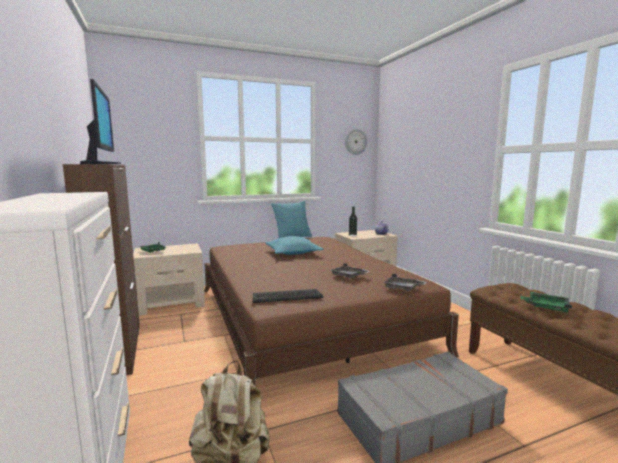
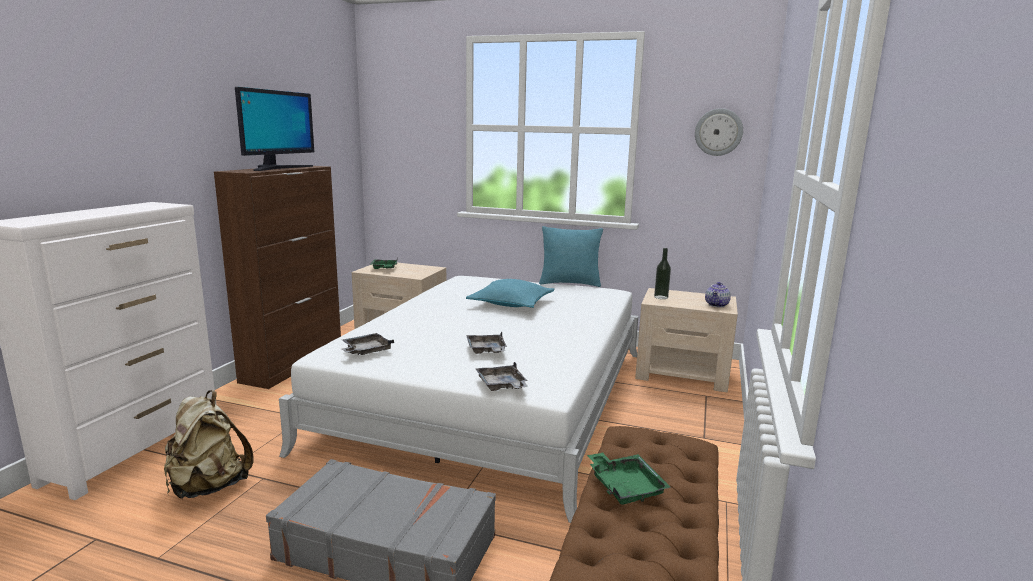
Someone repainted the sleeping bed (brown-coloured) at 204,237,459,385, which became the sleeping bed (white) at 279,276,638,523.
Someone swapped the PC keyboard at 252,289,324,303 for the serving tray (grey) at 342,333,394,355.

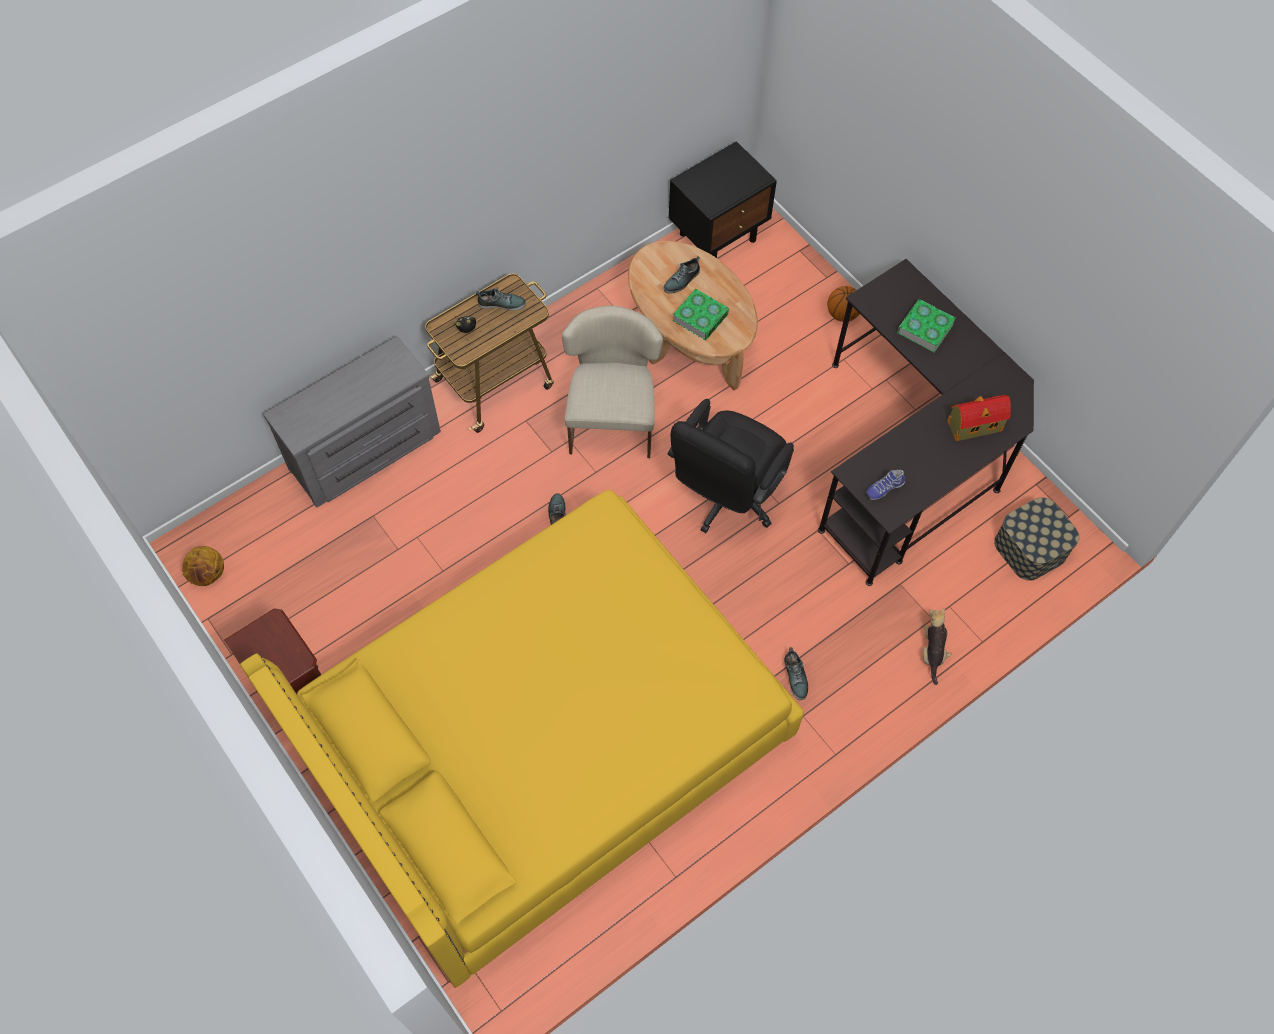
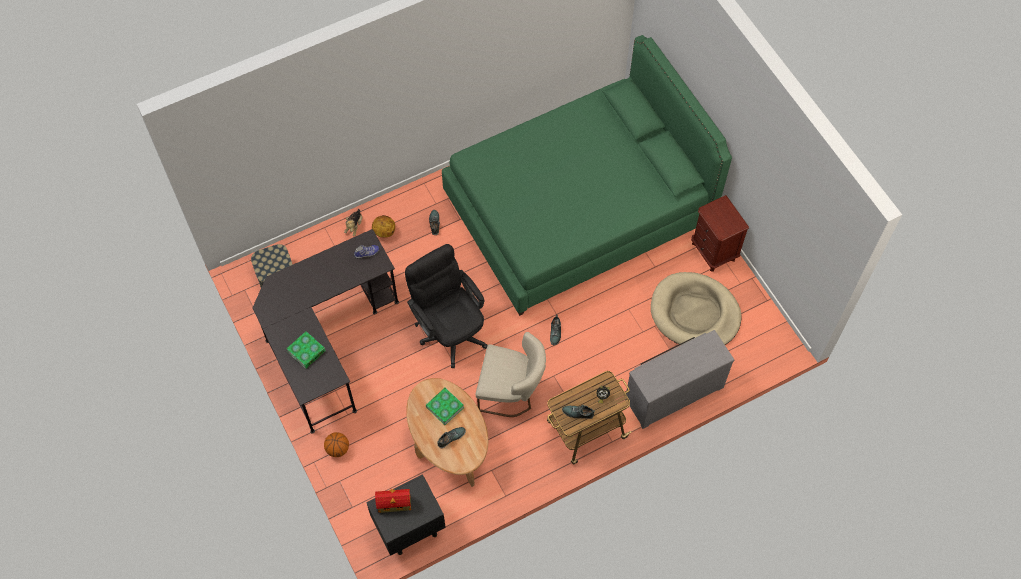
Someone carried the basketball ball from 182,546,224,586 to 372,215,395,238.
Someone carried the toy house from 947,395,1011,441 to 375,489,411,513.
Someone rotated the office chair (black) at 668,399,794,533 by 75 degrees counterclockwise.
Someone repainted the sleeping bed (yellow) at 240,490,804,988, which became the sleeping bed (green) at 442,35,732,316.
Someone rotated the upright chair (beige-coloured) at 562,305,663,458 by 90 degrees counterclockwise.
Someone put down the dog bed (beige-coloured) at 651,272,741,345.

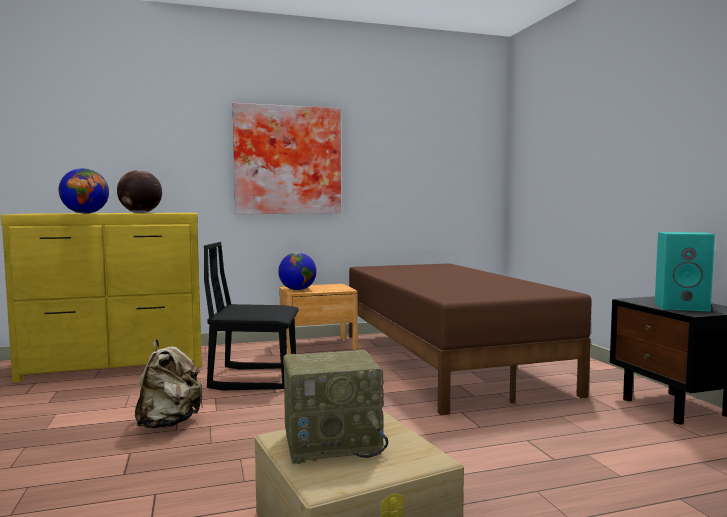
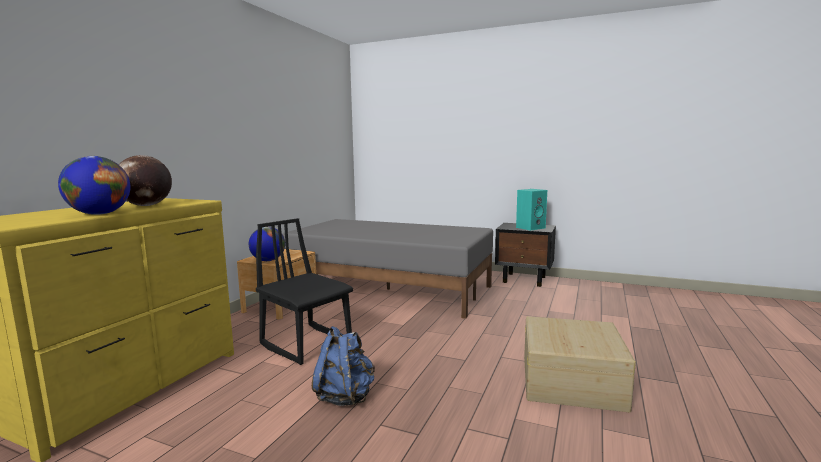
Someone rotated the upright chair (black) at 204,242,299,390 by 90 degrees clockwise.
Someone repainted the sleeping bed (brown-coloured) at 349,263,592,415, which became the sleeping bed (grey) at 282,219,493,319.
Someone repainted the backpack (beige-coloured) at 135,339,203,428, which became the backpack (blue) at 312,326,375,406.
Someone took away the wall art at 233,103,341,214.
Someone took away the radio receiver at 283,350,388,464.

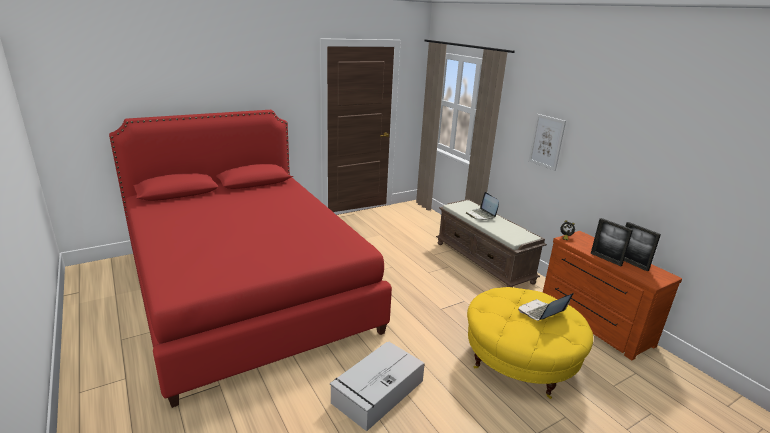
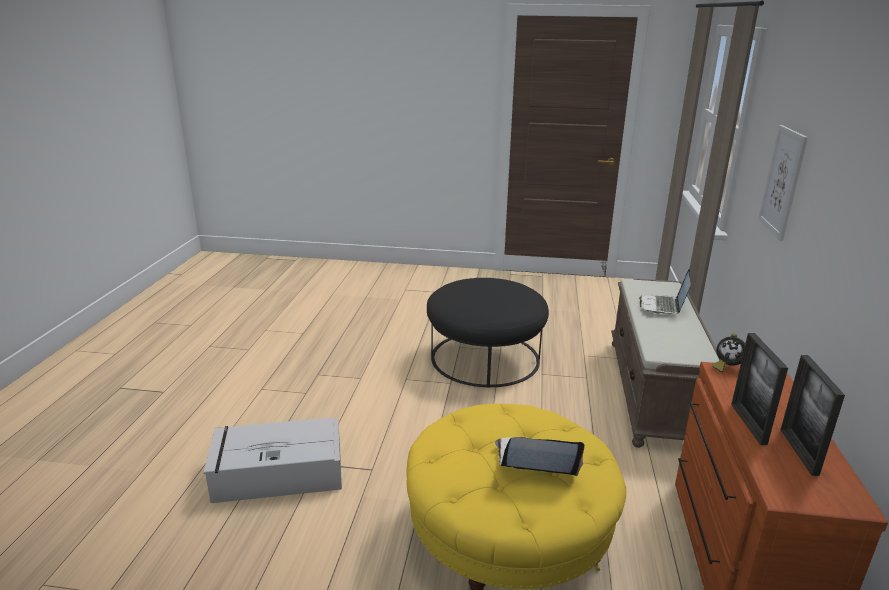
Someone put down the footrest (black) at 427,278,549,387.
Someone took away the sleeping bed (reddish) at 109,110,392,408.

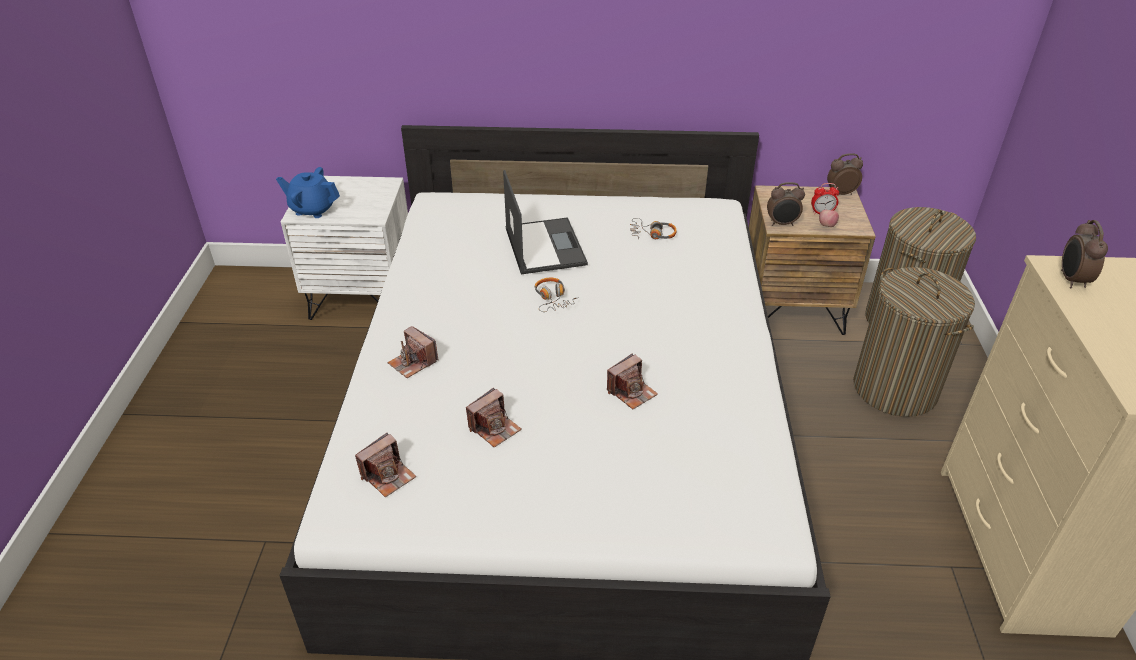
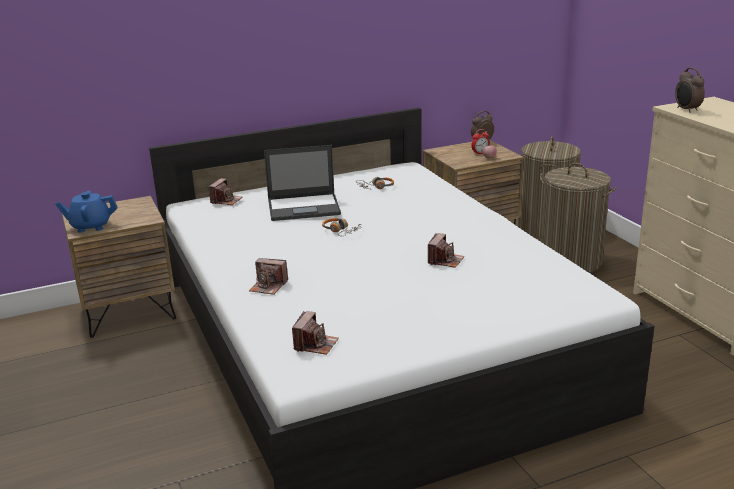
Someone repainted the nightstand (white) at 281,176,408,320, which became the nightstand (brown-coloured) at 62,196,176,338.
Someone carried the still camera from 466,388,521,448 to 208,178,243,205.
Someone rotated the laptop at 503,170,588,274 by 120 degrees clockwise.
Someone took away the table clock at 767,182,805,226.

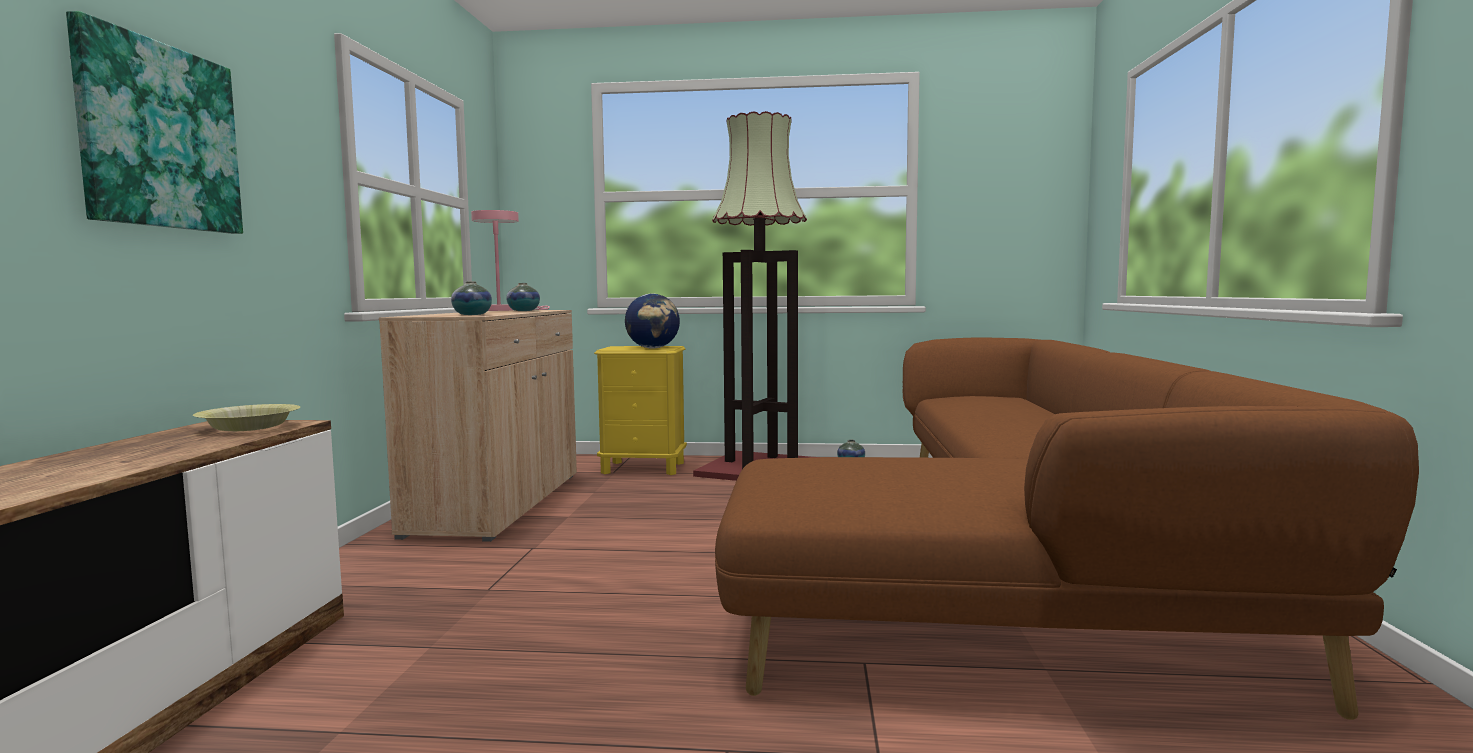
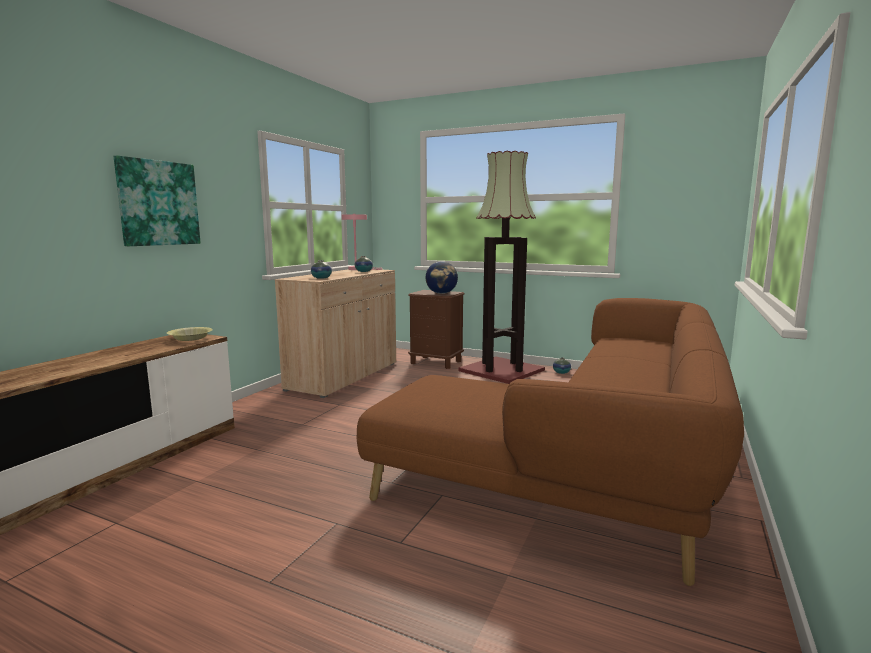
Someone repainted the nightstand (yellow) at 594,346,687,475, which became the nightstand (brown-coloured) at 408,290,465,369.

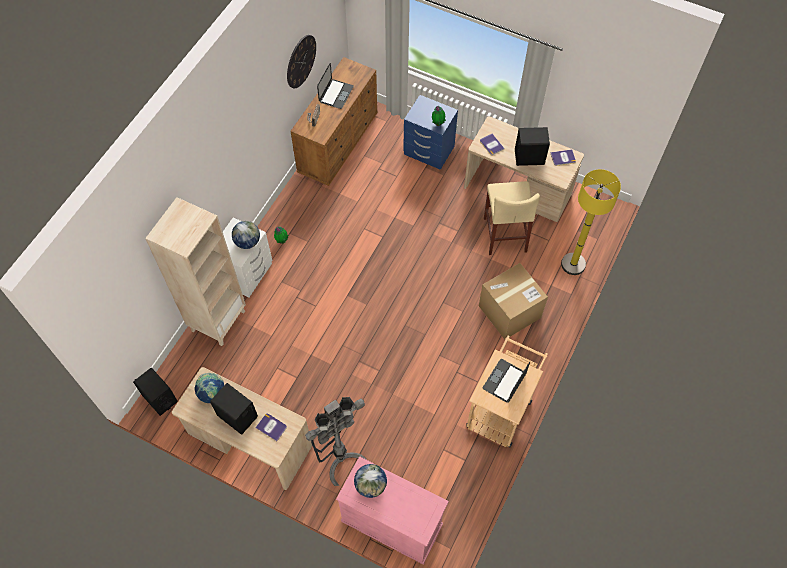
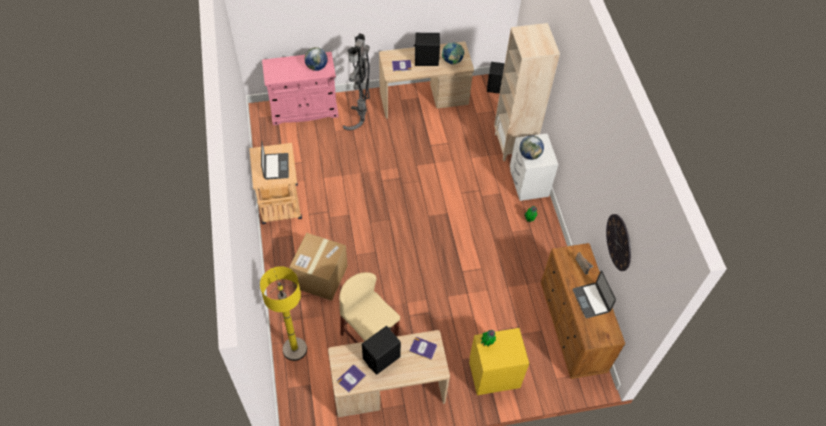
Someone repainted the nightstand (blue) at 403,95,458,170, which became the nightstand (yellow) at 469,328,529,395.

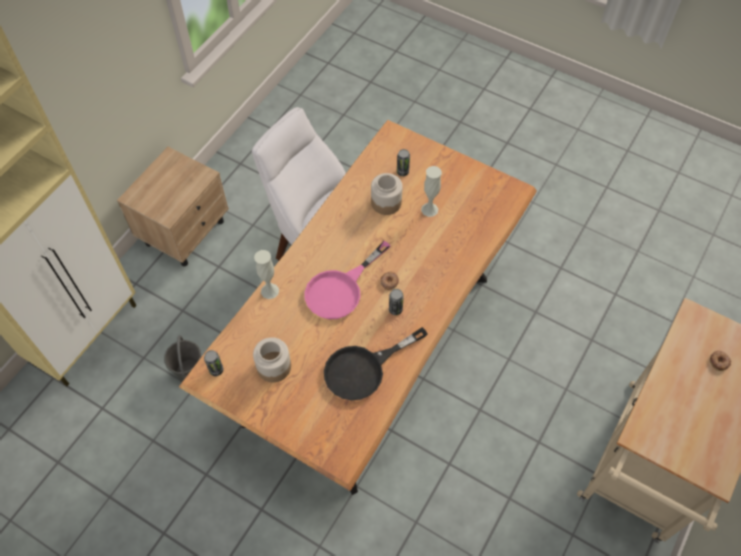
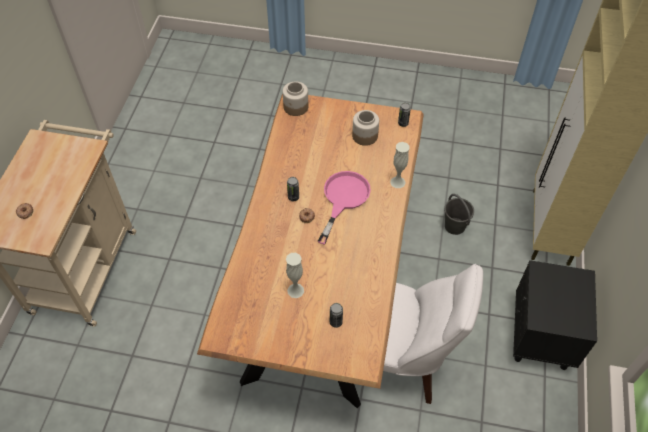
Someone carried the storage jar from 371,173,403,215 to 283,81,308,116.
Someone repainted the nightstand (beige-coloured) at 117,147,229,267, which became the nightstand (black) at 513,260,597,370.
Someone took away the pan (black) at 324,327,428,400.

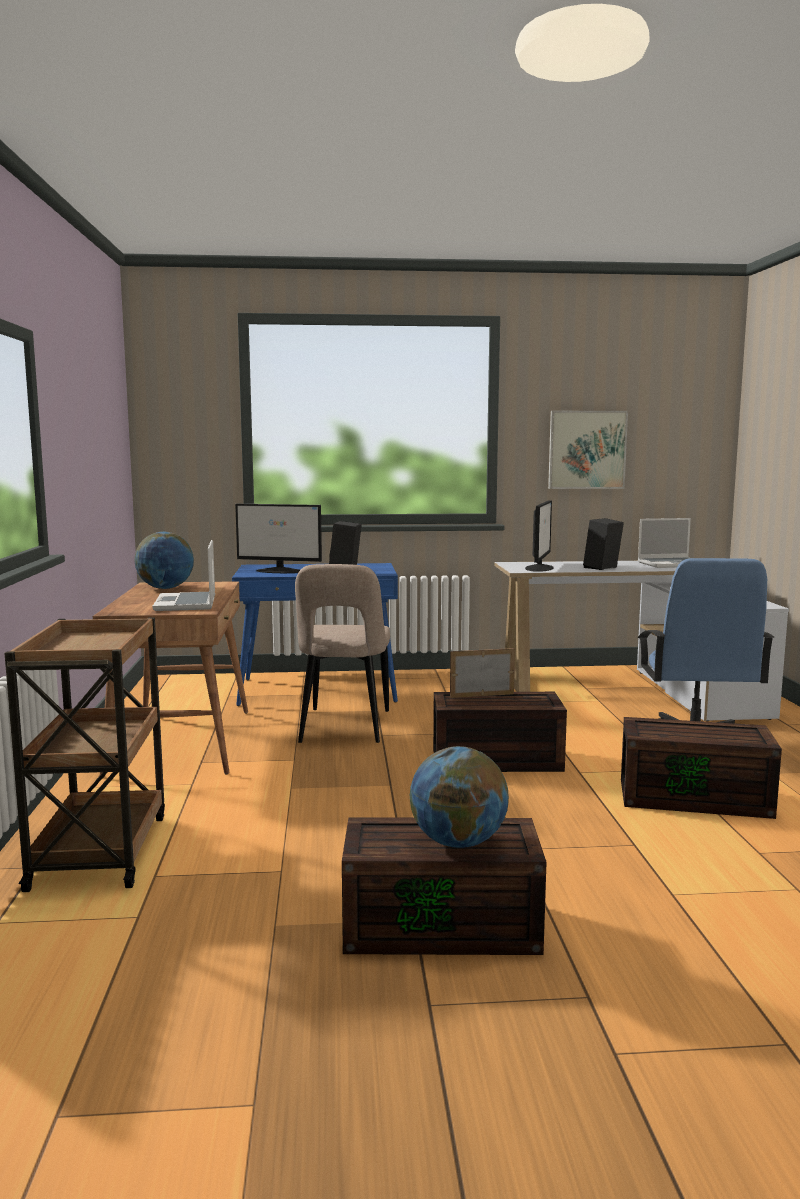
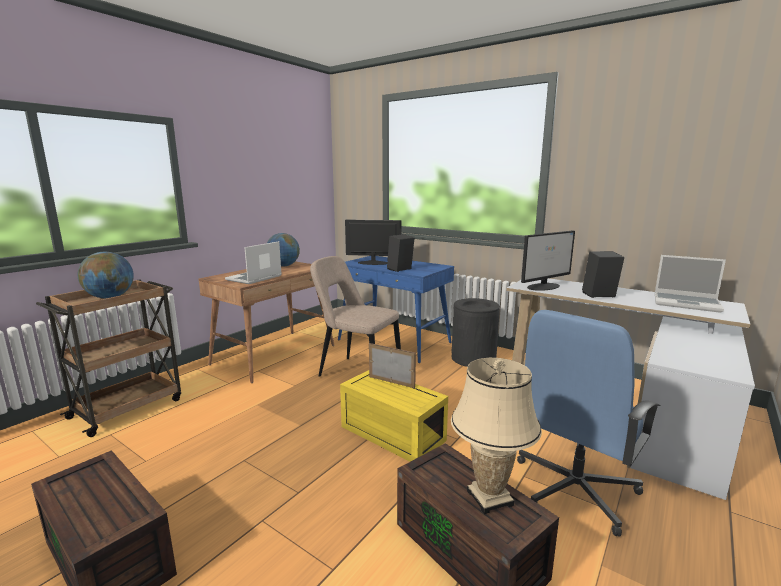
Someone carried the globe from 410,746,509,848 to 77,252,134,298.
Someone rotated the upright chair (beige-coloured) at 295,564,390,743 by 75 degrees clockwise.
Someone repainted the storage bin (brown-coloured) at 433,692,567,772, which became the storage bin (yellow) at 340,370,448,462.
Someone rotated the computer screen at 235,504,322,573 by 135 degrees clockwise.
Someone put down the lamp for a table (beige-coloured) at 451,358,542,514.
Someone put down the trash can (black) at 452,298,500,367.
Someone took away the wall art at 548,411,628,489.

